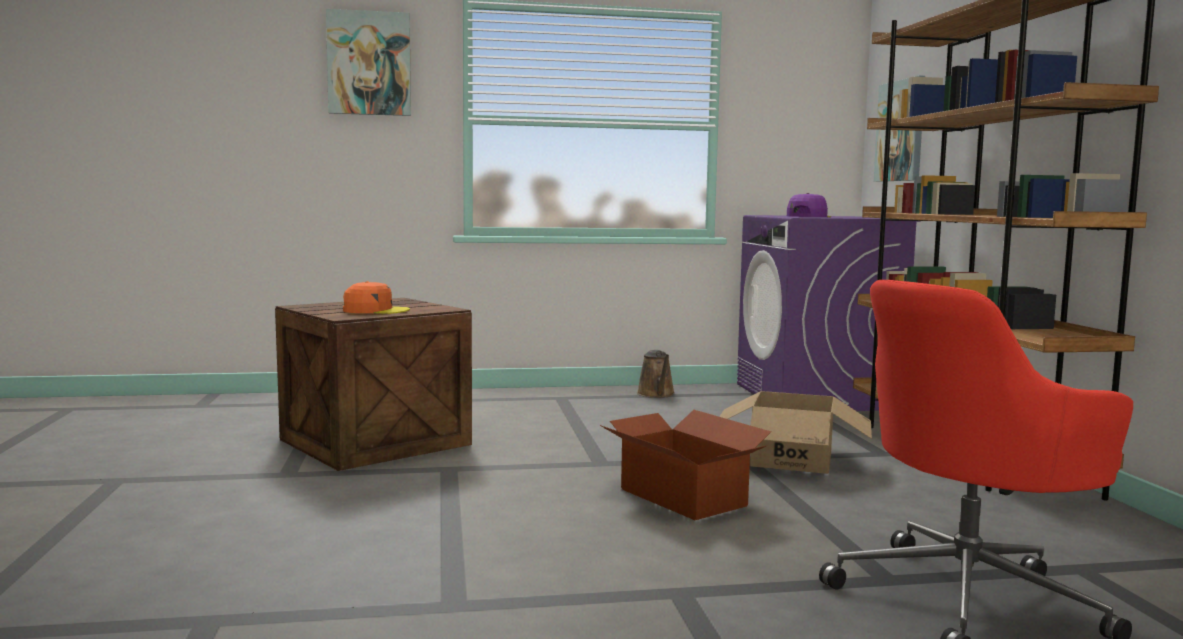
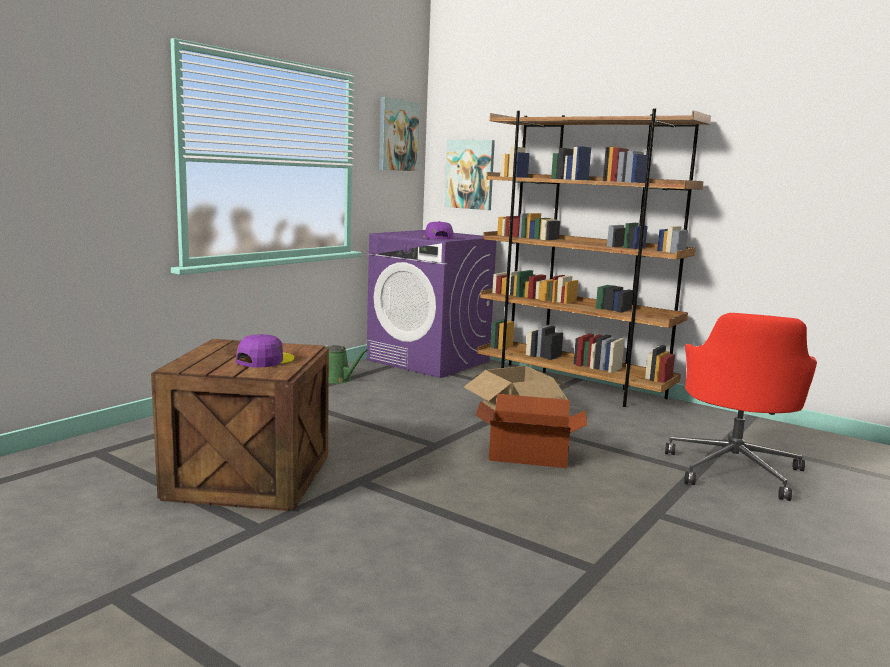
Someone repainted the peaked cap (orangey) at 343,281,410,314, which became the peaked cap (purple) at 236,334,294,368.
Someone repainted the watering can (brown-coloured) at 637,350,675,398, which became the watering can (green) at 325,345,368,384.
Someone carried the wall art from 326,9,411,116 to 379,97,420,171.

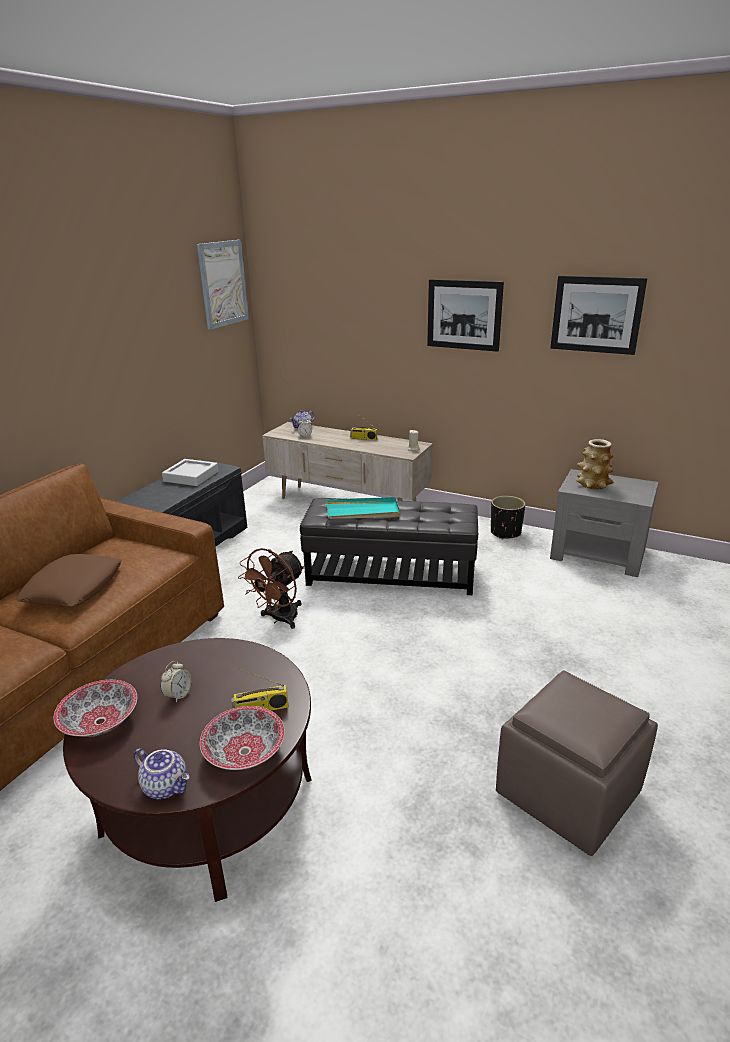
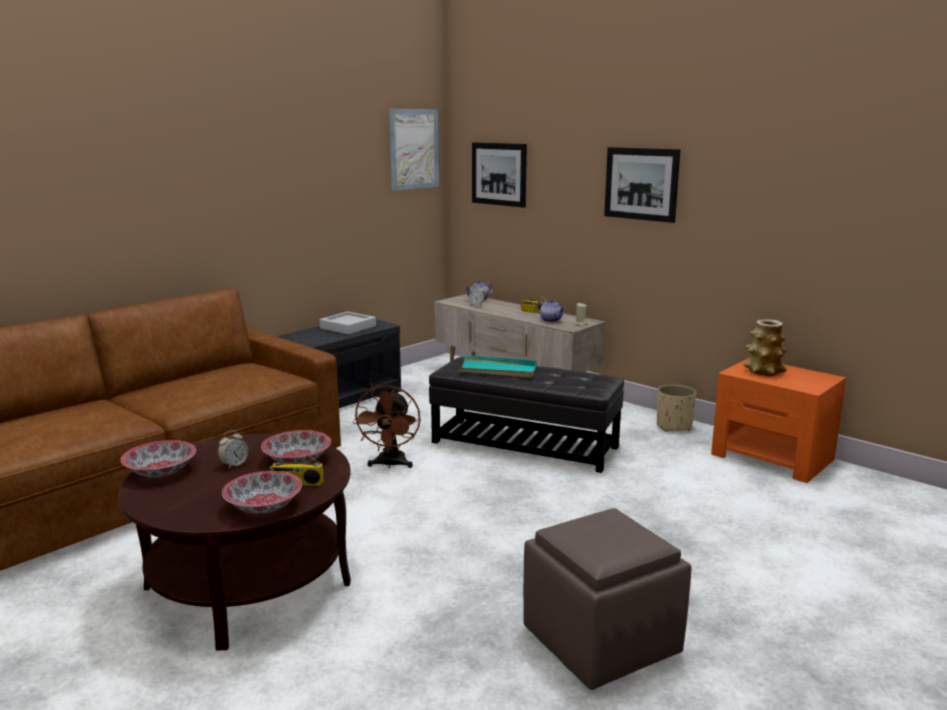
Someone put down the deep dish at 261,430,331,463.
Someone rotated the cooling fan (brown-coloured) at 238,548,304,629 by 45 degrees counterclockwise.
Someone carried the wall art from 550,276,647,355 to 472,142,527,208.
Someone carried the teapot from 133,748,190,799 to 537,299,565,322.
Someone repainted the planter (black) at 491,496,526,539, which became the planter (beige-coloured) at 657,384,697,432.
Someone repainted the nightstand (grey) at 550,469,659,577, which became the nightstand (orangey) at 711,358,846,483.
Someone took away the throw pillow (brown-coloured) at 16,554,122,607.

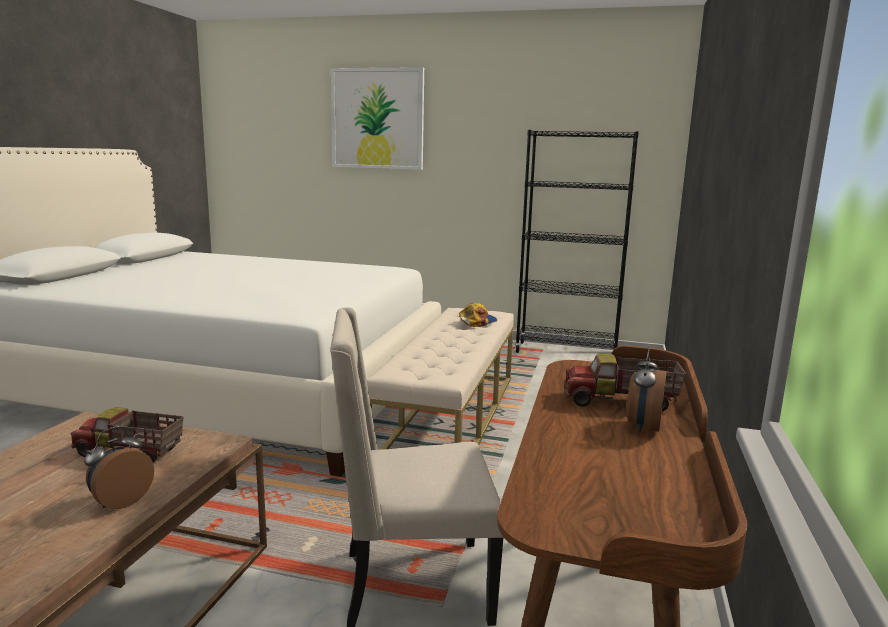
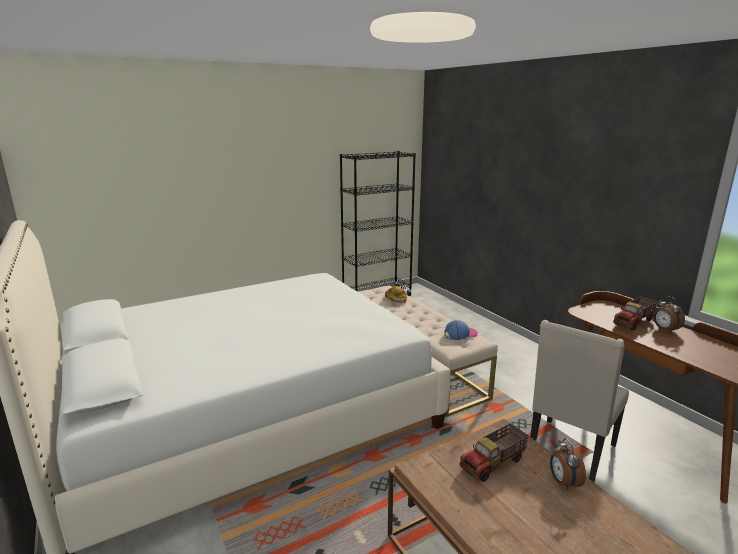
Someone put down the peaked cap at 445,320,478,340.
Someone took away the wall art at 331,67,424,170.

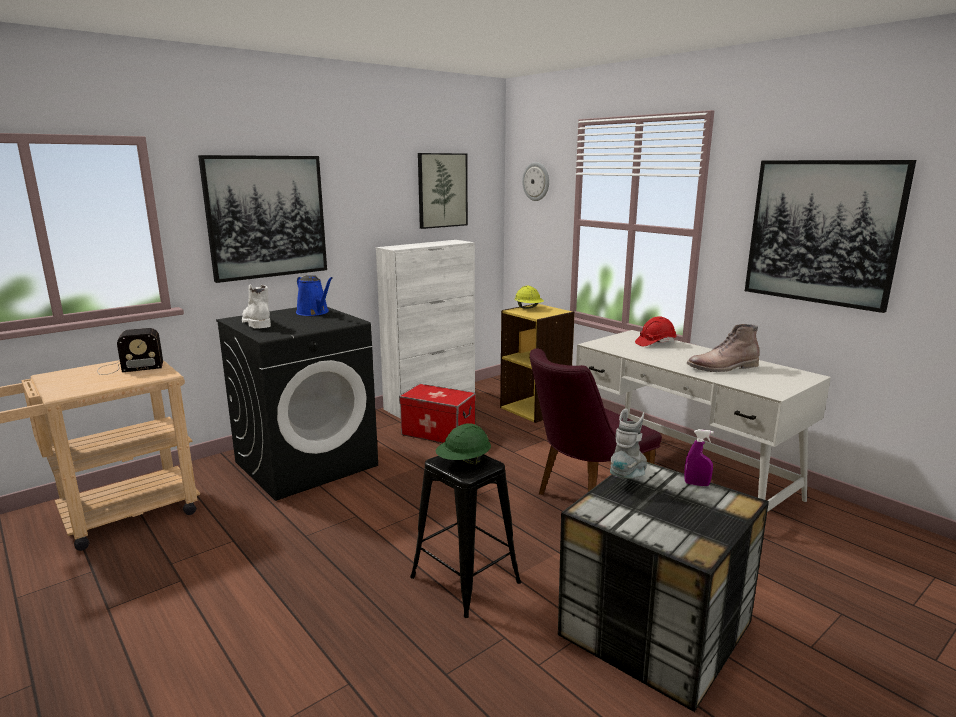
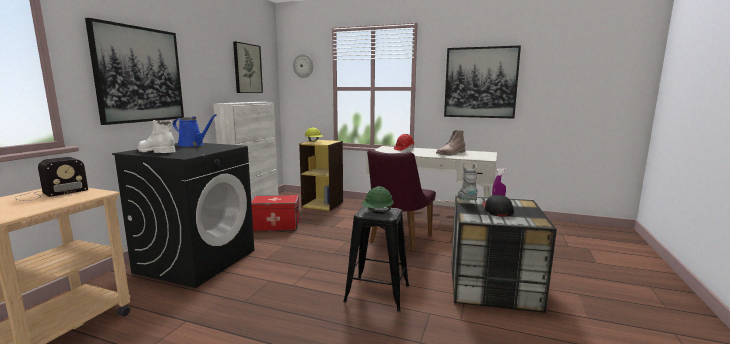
Someone put down the peaked cap at 482,195,514,216.

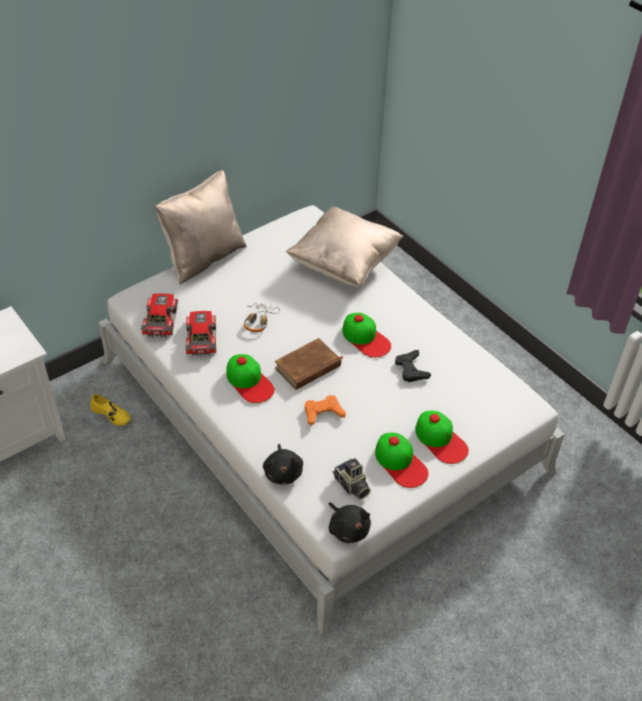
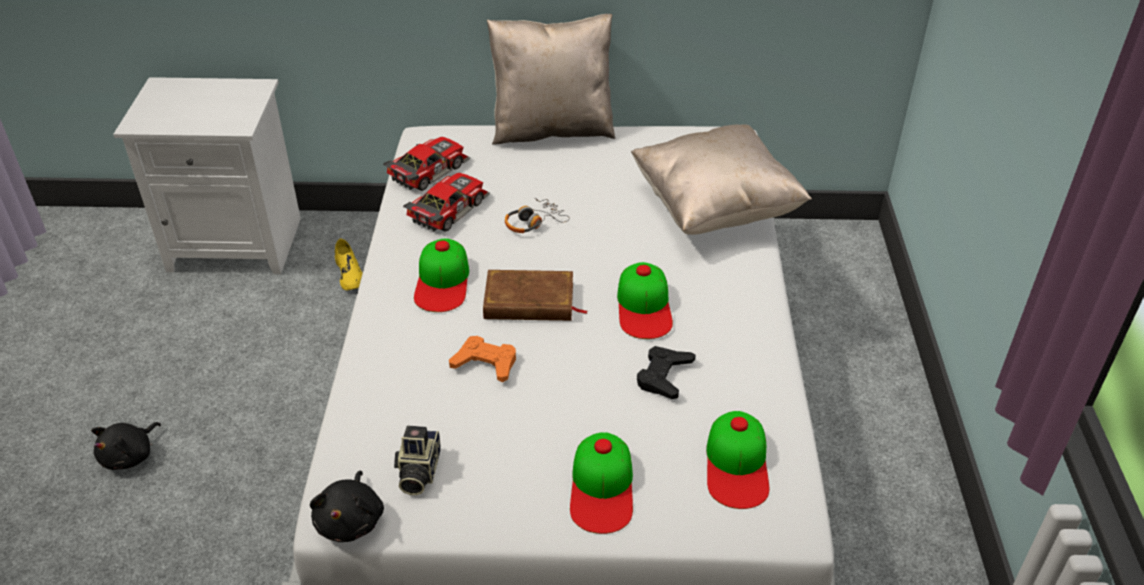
Someone carried the cuddly toy (black) from 263,444,303,485 to 91,422,161,470.
Someone carried the peaked cap from 375,433,429,488 to 706,411,769,509.

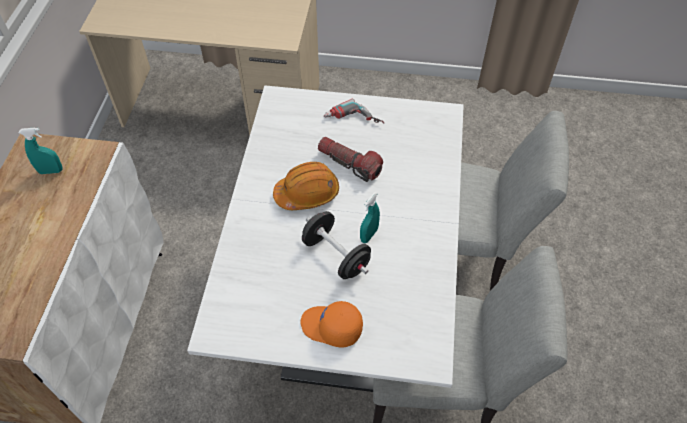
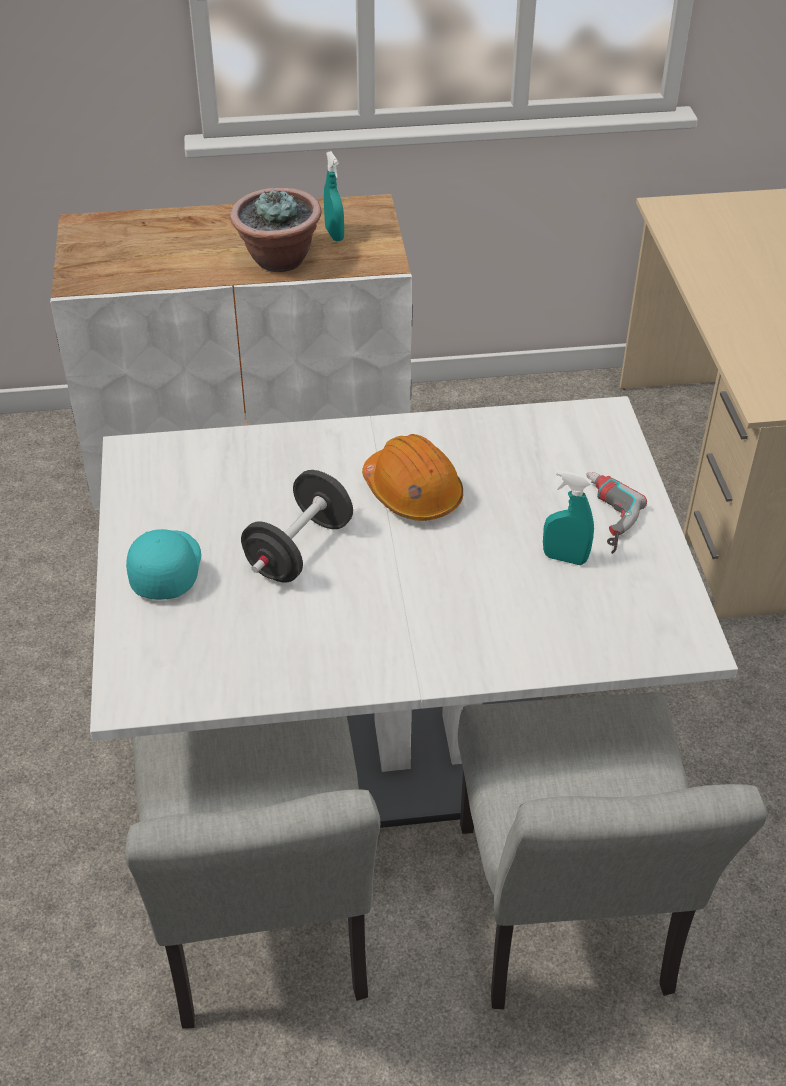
Someone repainted the peaked cap (orangey) at 300,301,363,348, which became the peaked cap (turquoise) at 126,529,201,600.
Someone put down the plant in a pot at 230,188,322,272.
Someone carried the spray bottle (turquoise) from 360,192,380,243 to 543,470,594,565.
Someone took away the torch at 318,137,383,182.

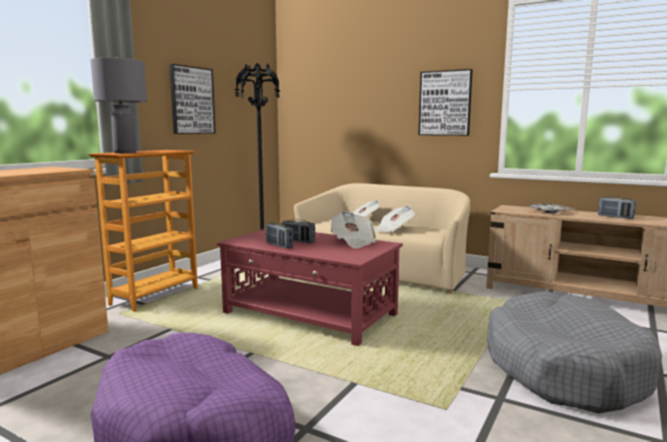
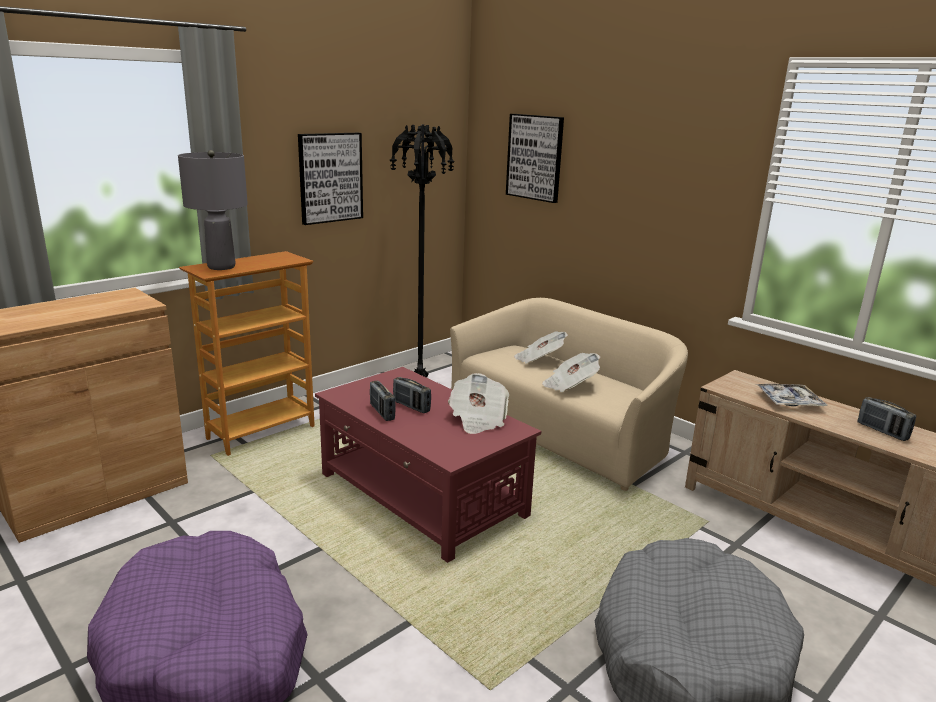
Someone carried the wall art from 418,69,473,136 to 506,114,564,203.

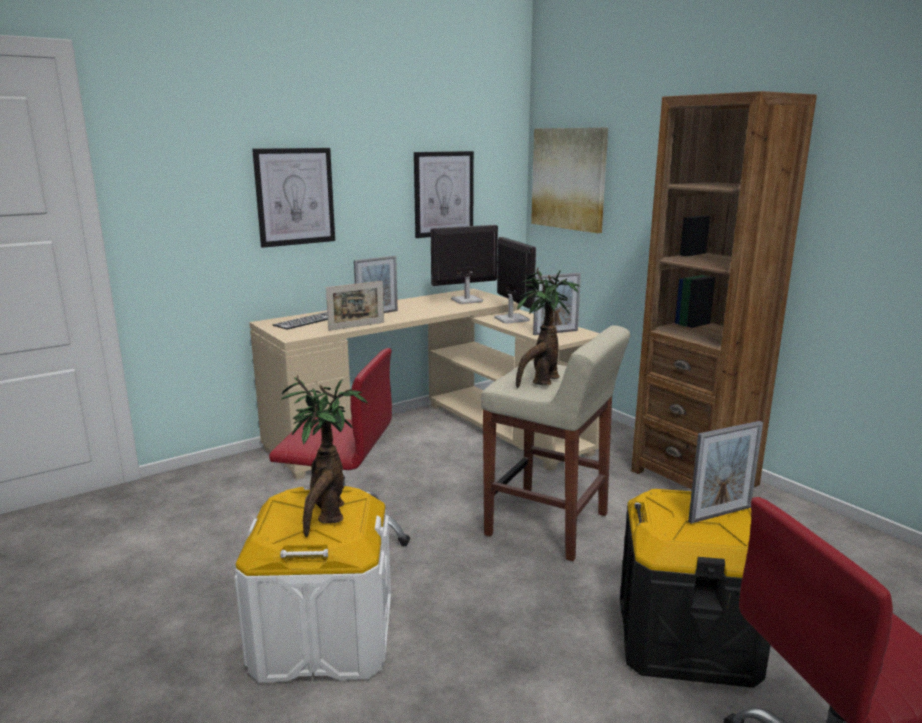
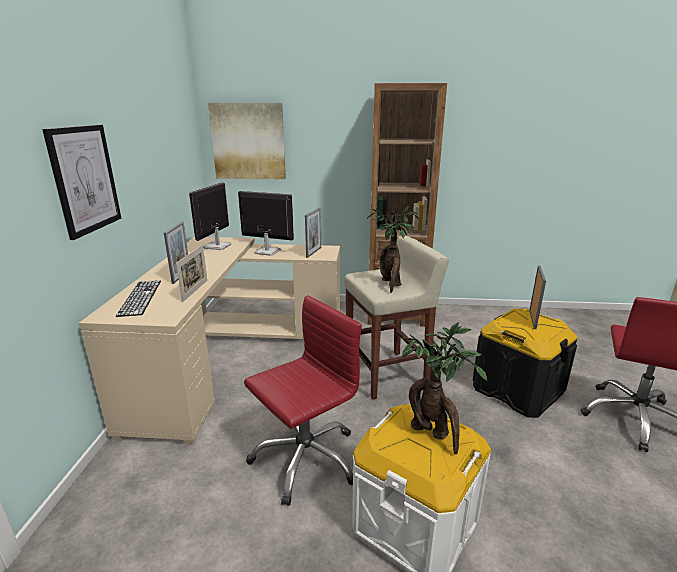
Someone took away the wall art at 414,151,474,238.

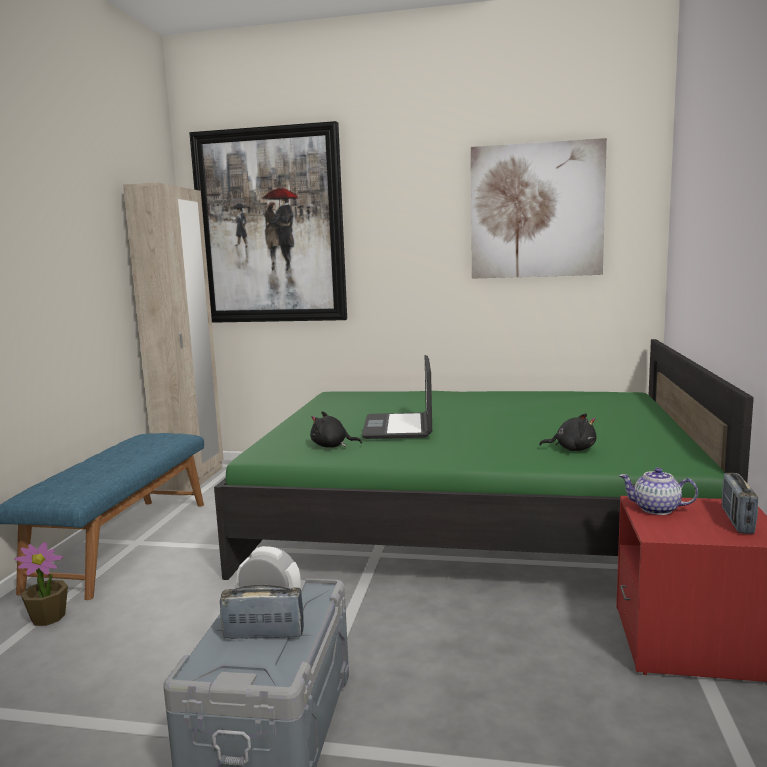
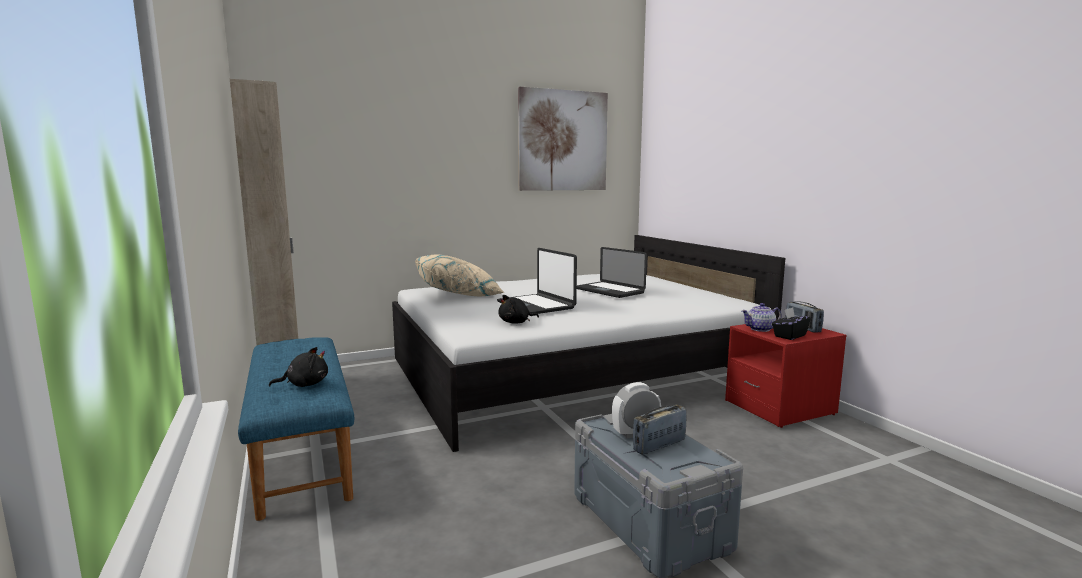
Someone carried the cuddly toy (black) from 539,413,596,451 to 269,347,328,387.
Someone repainted the sleeping bed (green) at 214,339,754,580, which became the sleeping bed (white) at 392,235,785,452.
Someone put down the throw pillow (beige-coloured) at 415,255,504,296.
Someone put down the laptop at 577,247,647,298.
Someone put down the tissue box (black) at 772,307,811,340.
Someone took away the plant in a pot at 15,542,68,626.
Someone took away the wall art at 189,121,347,323.

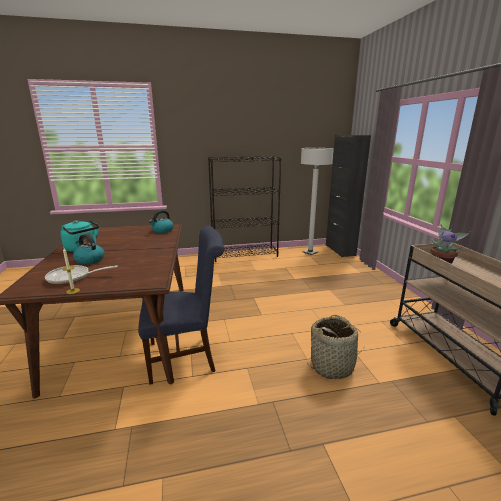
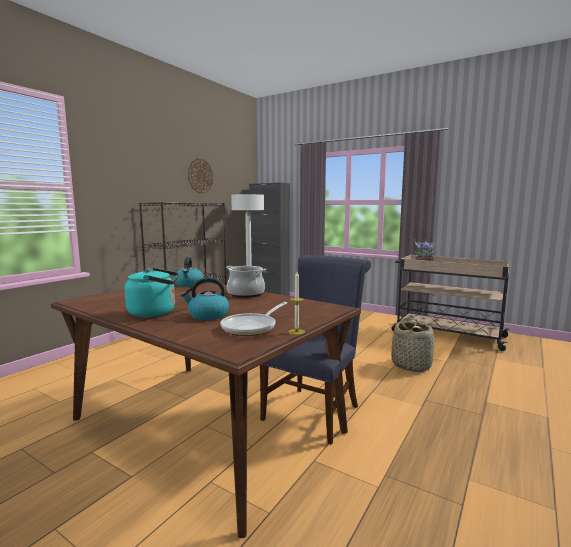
Someone put up the hanging clock at 188,158,213,193.
Someone put down the stockpot at 226,266,266,298.

